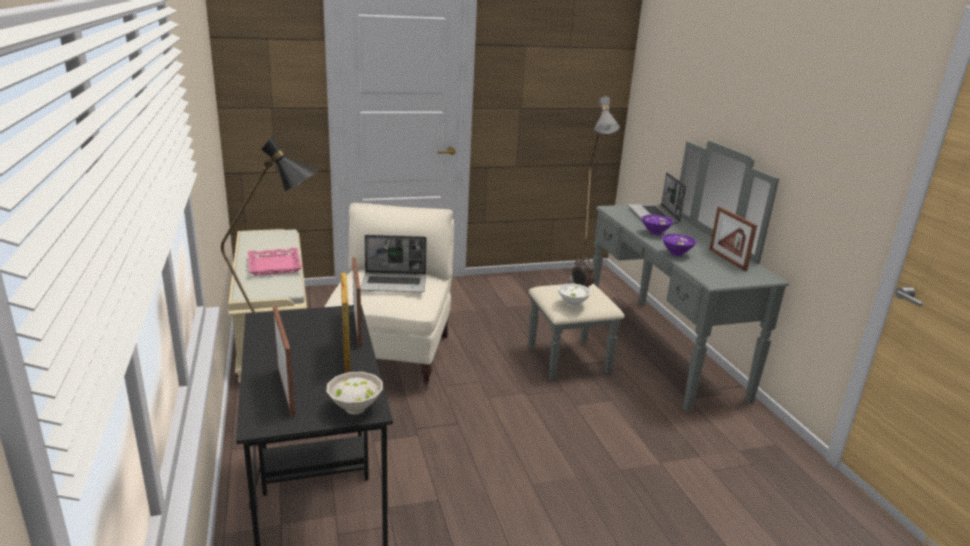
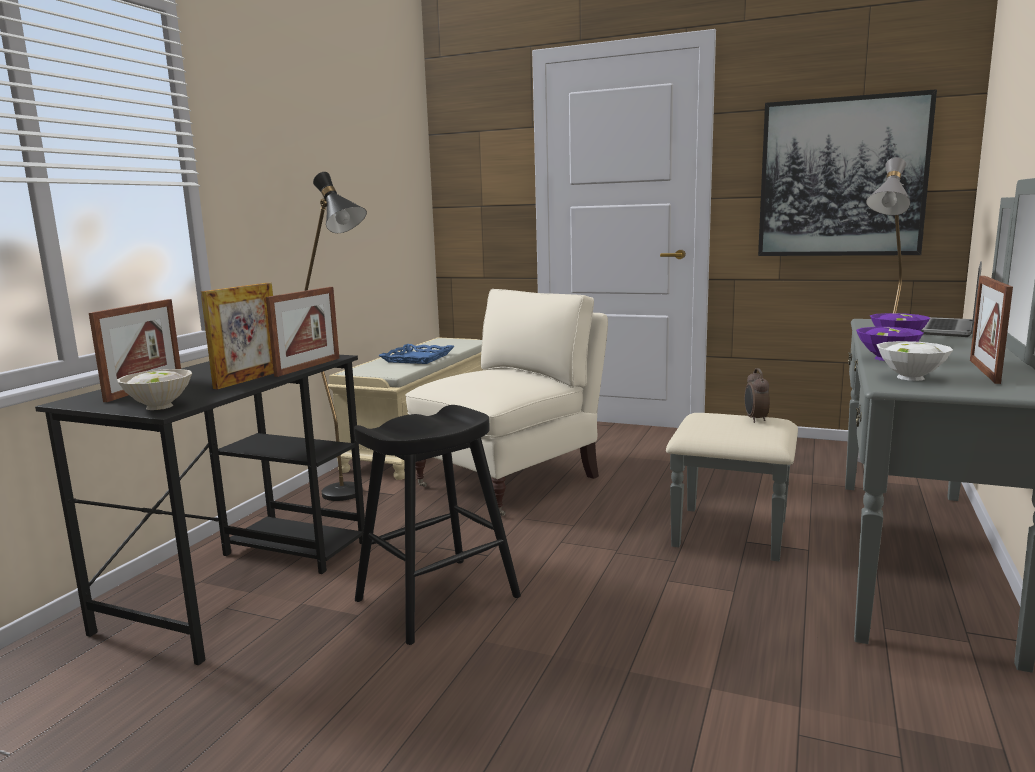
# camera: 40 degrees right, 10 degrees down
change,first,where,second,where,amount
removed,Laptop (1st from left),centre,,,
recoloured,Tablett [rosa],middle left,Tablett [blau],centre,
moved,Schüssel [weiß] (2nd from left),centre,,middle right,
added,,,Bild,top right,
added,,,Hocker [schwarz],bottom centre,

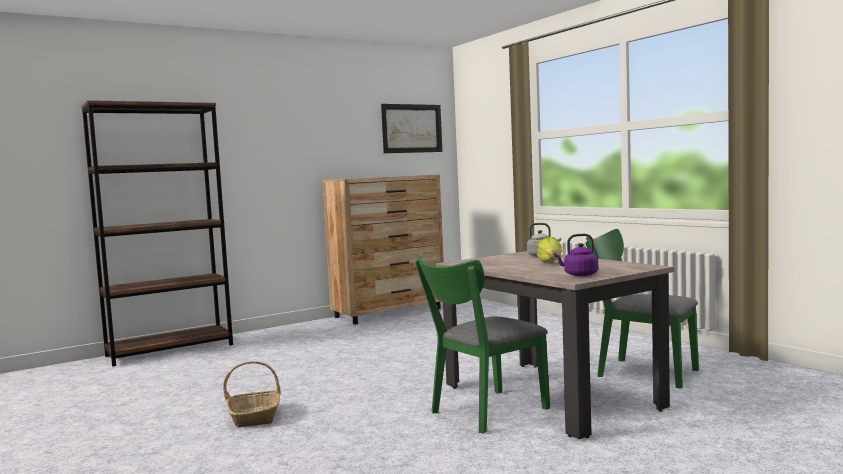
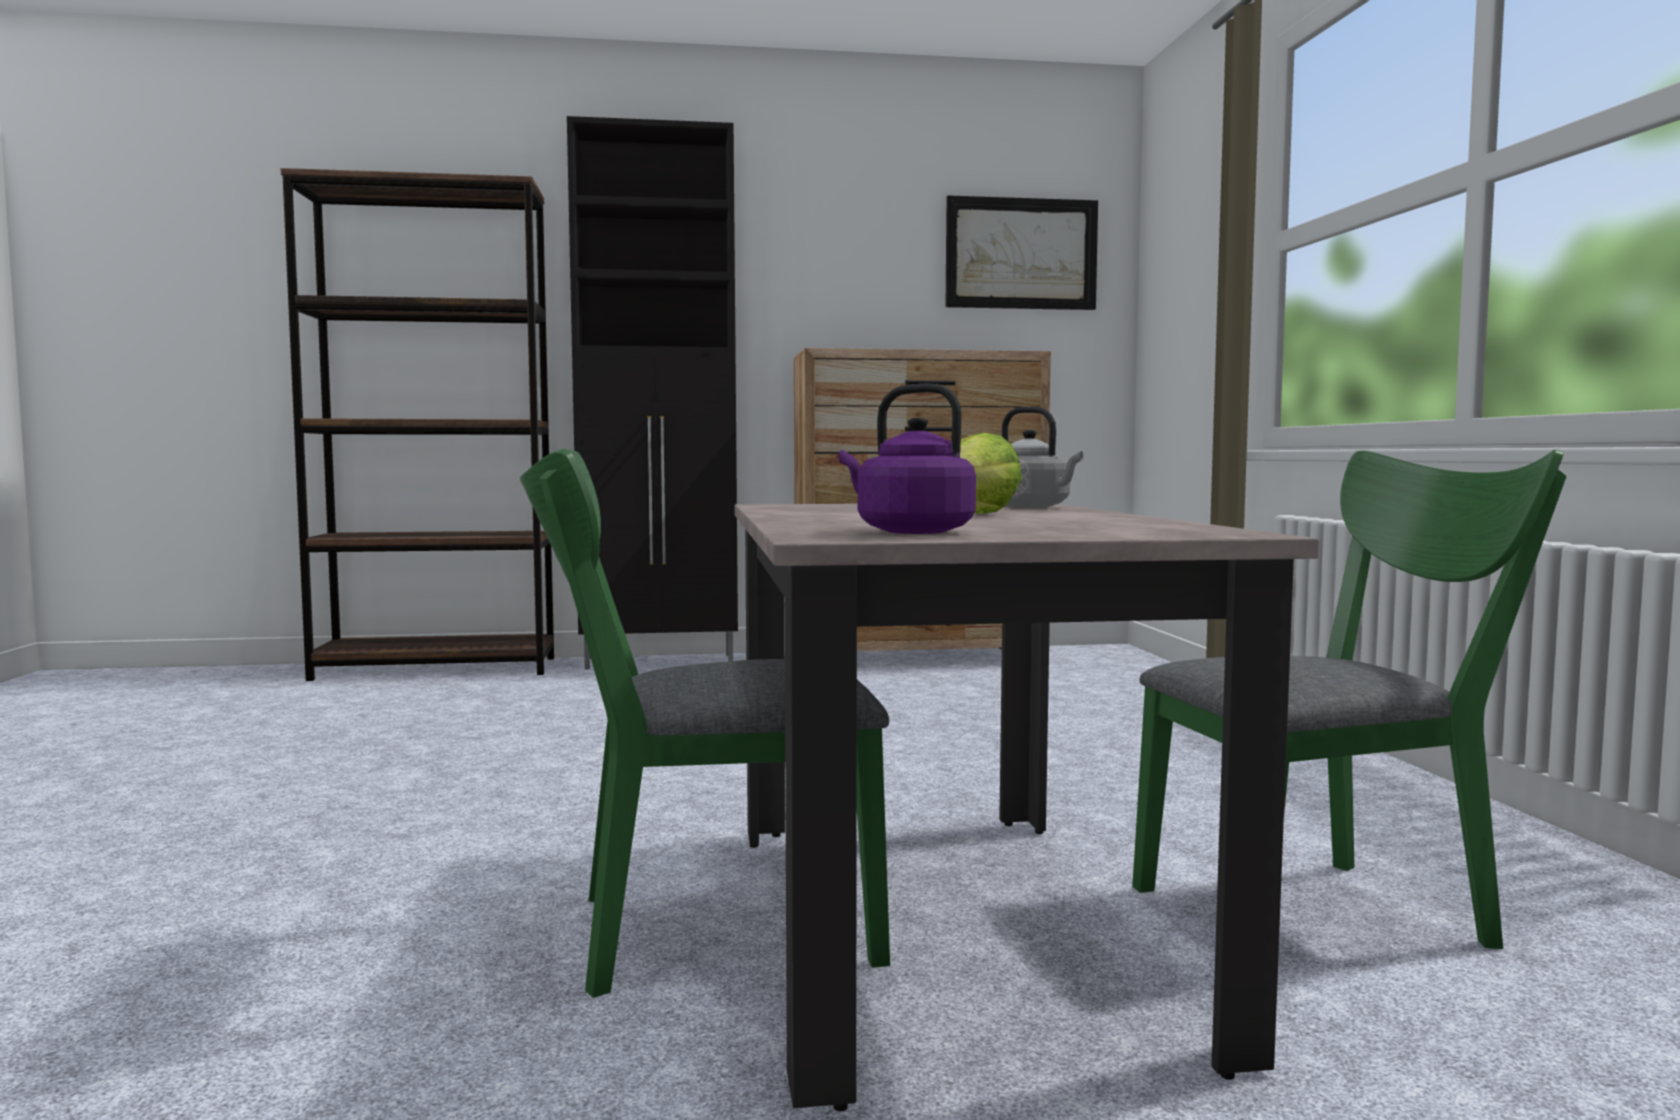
# camera: 25 degrees right, 0 degrees up
change,first,where,second,where,amount
turned,Stuhl [grün] (2nd from left),middle right,,middle right,105 degrees clockwise
removed,Korb,bottom left,,,
added,,,Schrank [schwarz],centre,

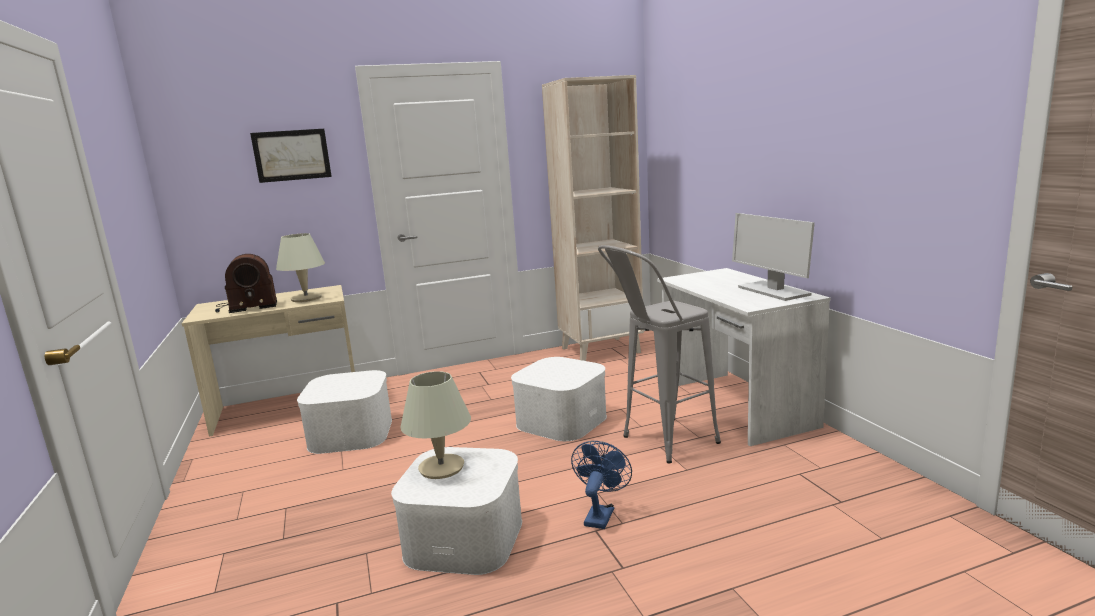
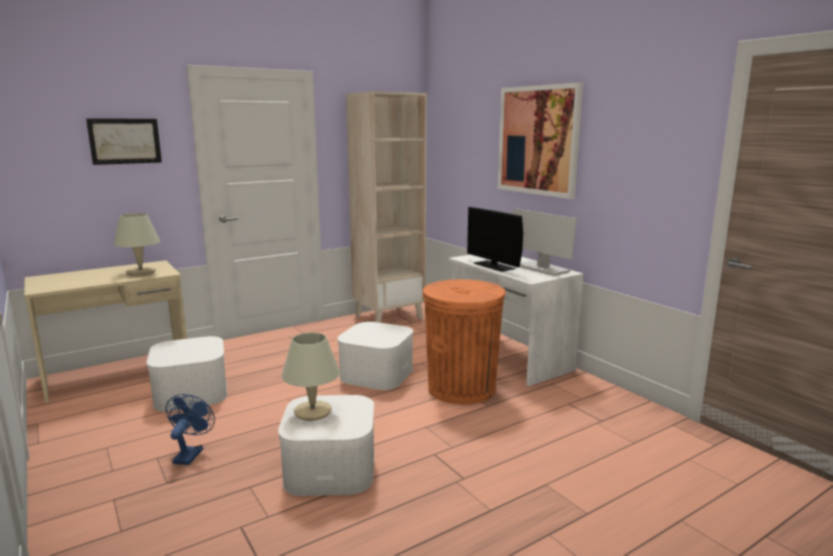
# camera: 15 degrees left, 0 degrees up
change,first,where,second,where,amount
replaced,Hocker [grau],centre,Mülleimer [orange],centre,
removed,Radio,middle left,,,
moved,Ventilator [blau],bottom centre,,bottom left,
added,,,Bild (2nd from left),top centre,
added,,,Monitor (1st from left),centre,

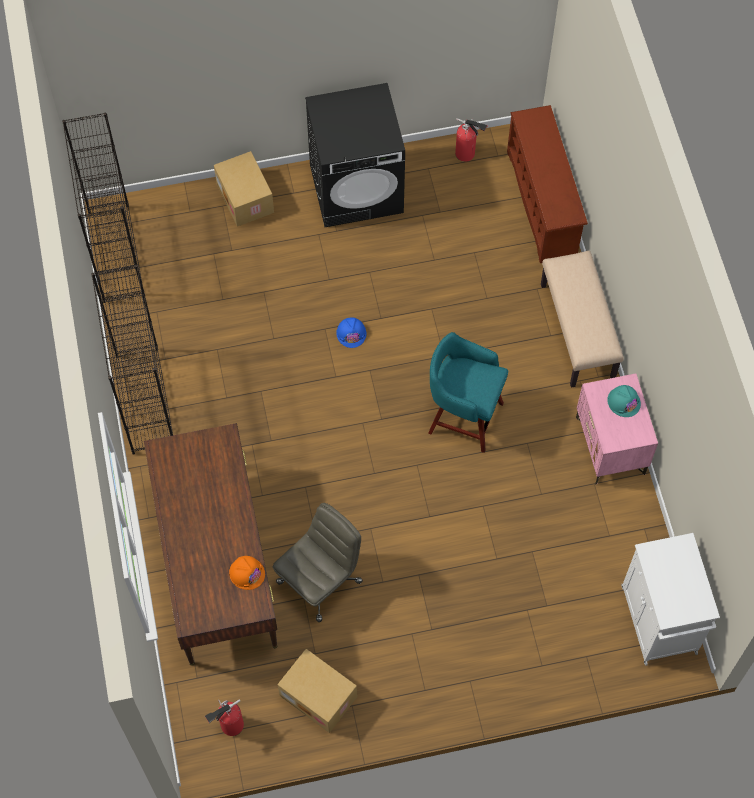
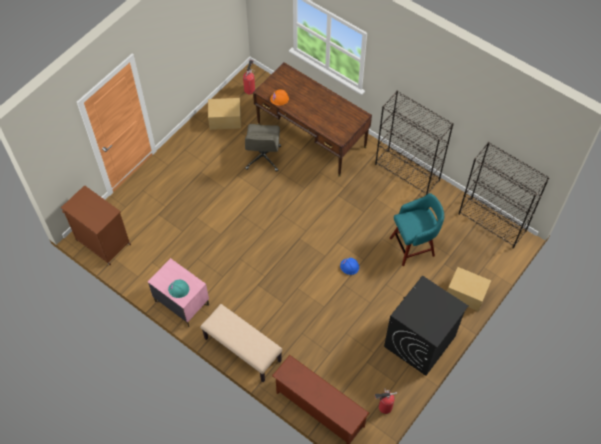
# camera: 140 degrees right, 5 degrees down
change,first,where,second,where,amount
moved,Hocker [türkis],centre,,middle right,
recoloured,Schrank [weiß],bottom right,Schrank [braun],middle left,

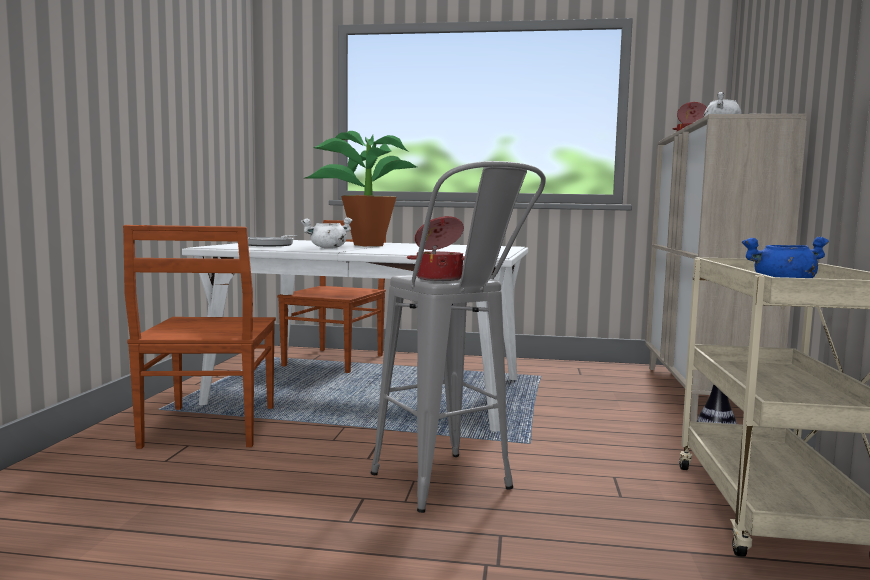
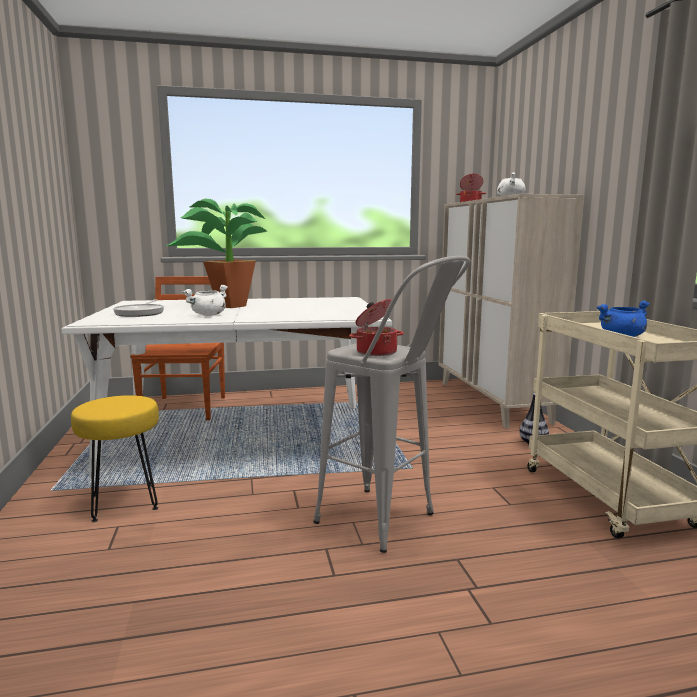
# camera: 20 degrees left, 5 degrees up
change,first,where,second,where,amount
replaced,Stuhl [braun] (1st from left),middle left,Hocker [gelb],middle left,

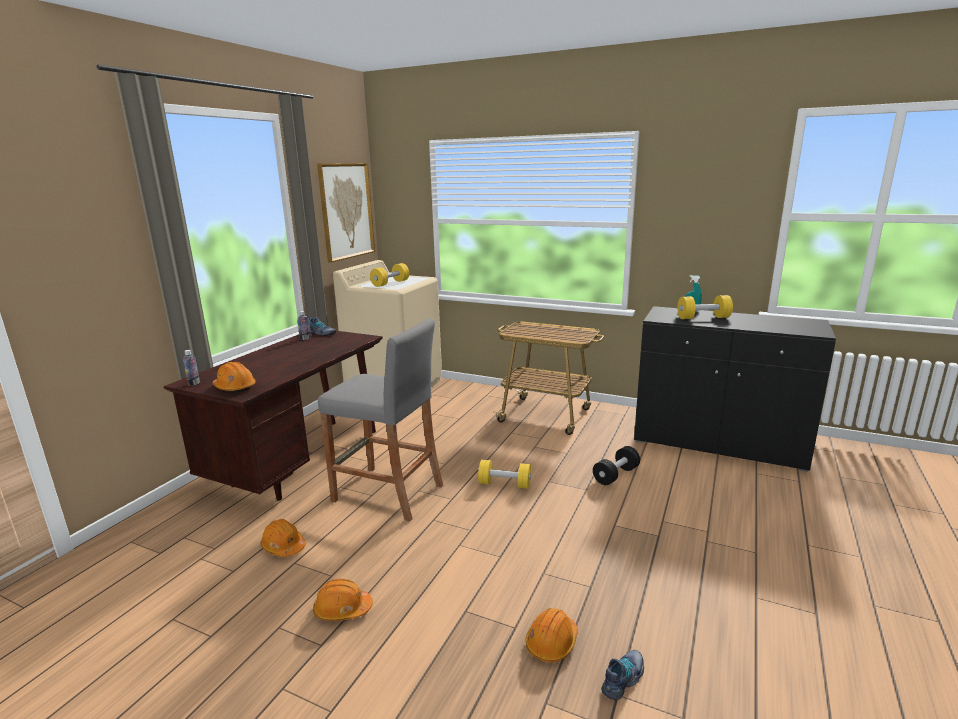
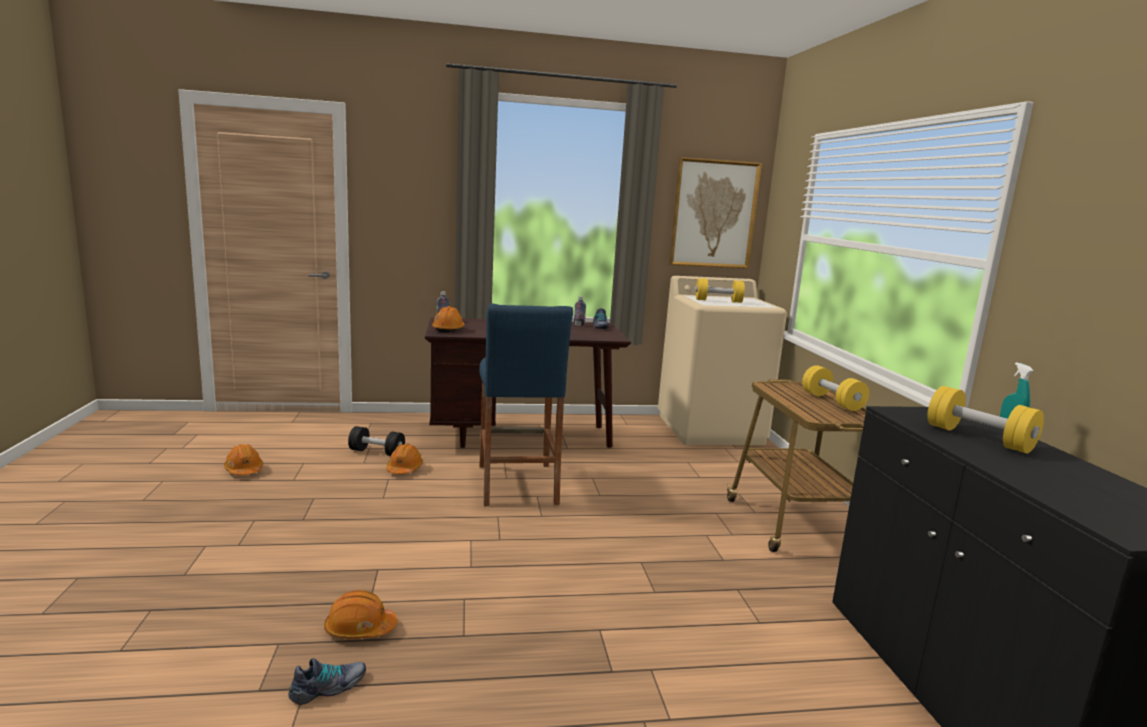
# camera: 55 degrees right, 5 degrees down
change,first,where,second,where,amount
recoloured,Hocker [grau],centre,Hocker [blau],centre,
moved,Hantel [schwarz],centre,,middle left,
moved,Hantel [gelb] (2nd from left),centre,,middle right,
moved,Schutzhelm [orange] (3rd from left in the first image),bottom centre,Schutzhelm [orange] (1st from left),middle left,
turned,Schuh (2nd from left in the first image),bottom centre,Schuh (1st from left),bottom left,45 degrees counterclockwise

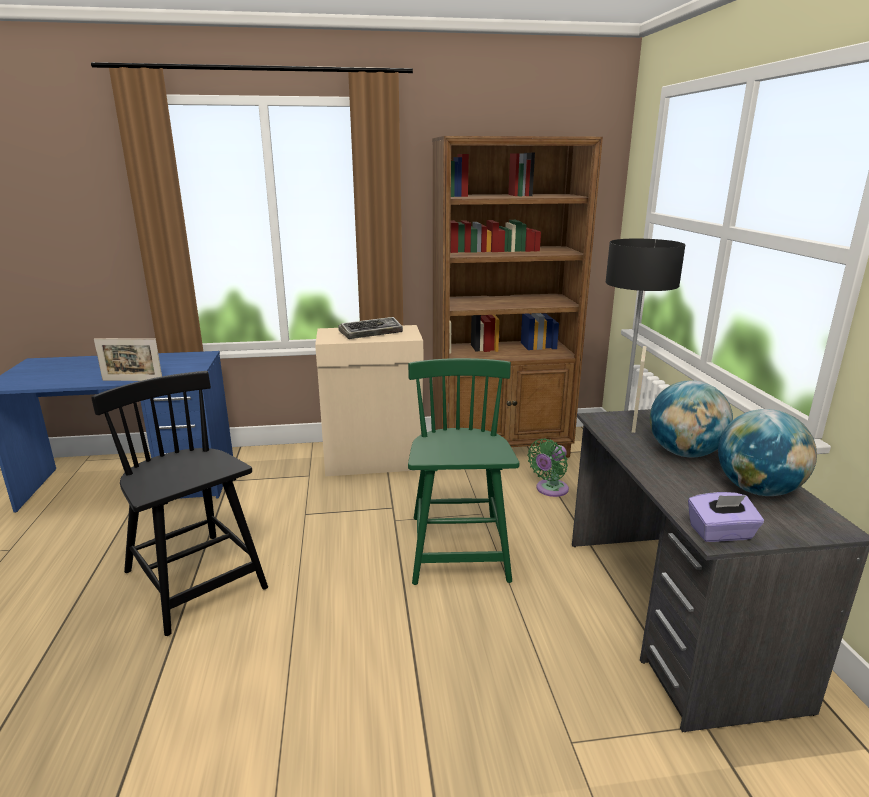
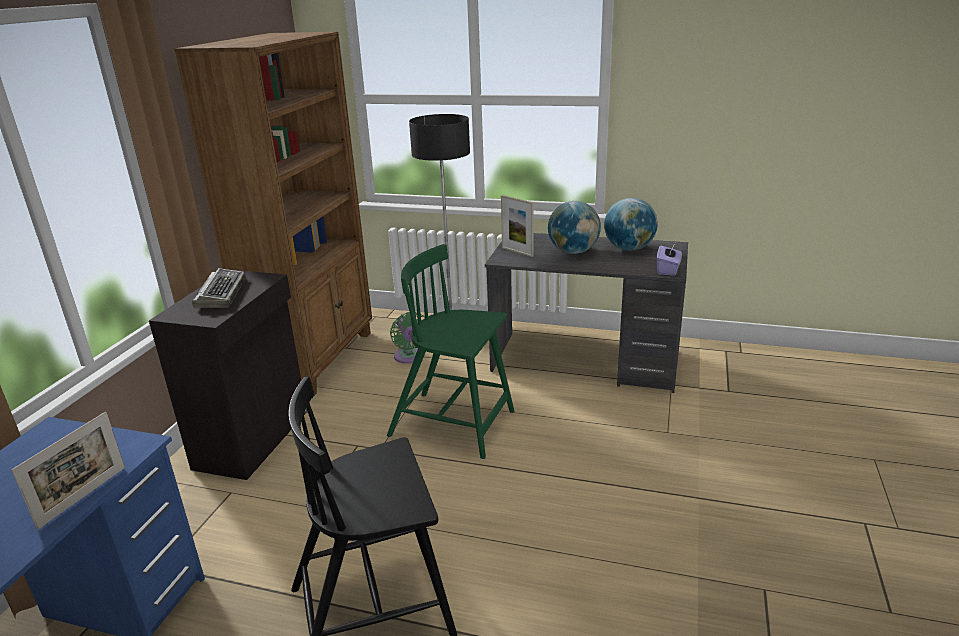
# camera: 65 degrees left, 5 degrees up
change,first,where,second,where,amount
recoloured,Schrank [beige],centre,Schrank [schwarz],middle left,

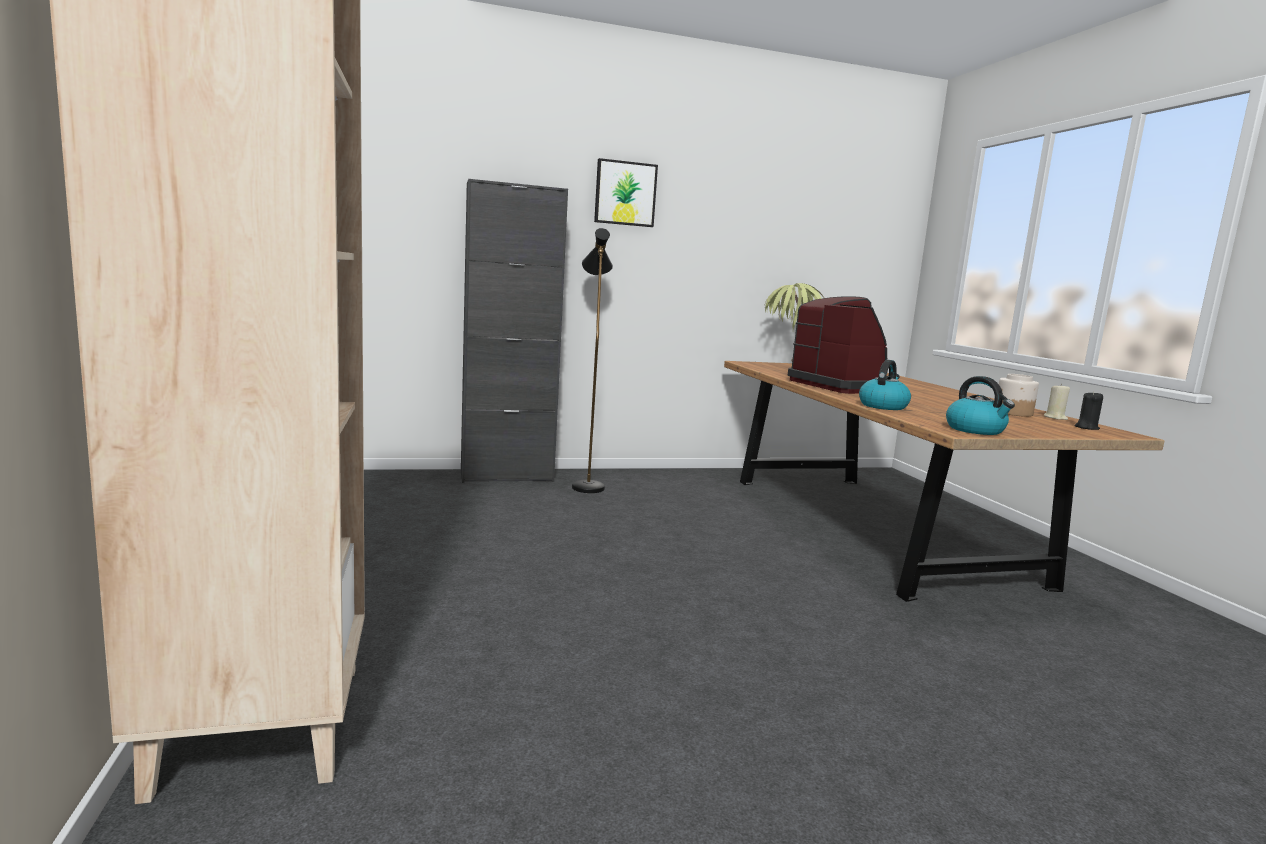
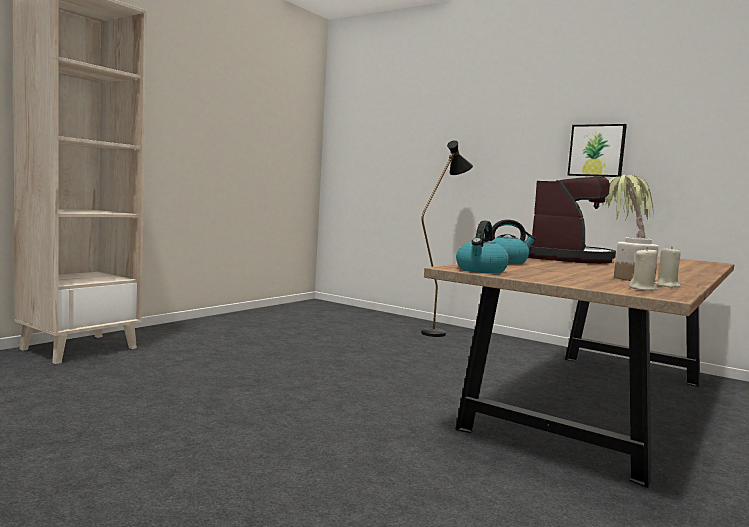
# camera: 50 degrees right, 5 degrees down
change,first,where,second,where,amount
moved,Bild,top centre,,top right,
removed,Schrank [schwarz],centre,,,
recoloured,Kerze [schwarz],middle right,Kerze [beige] (1st from left),middle right,

